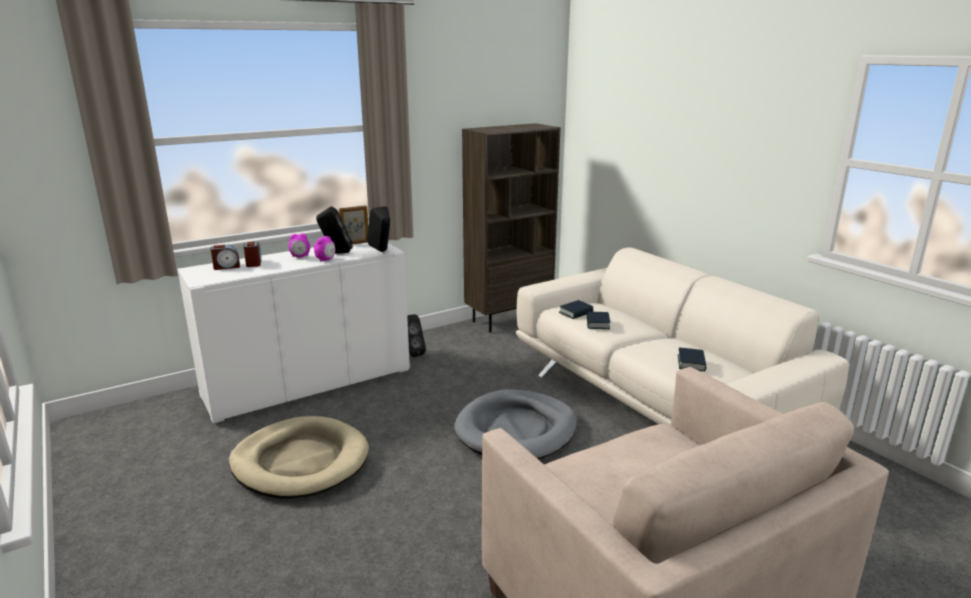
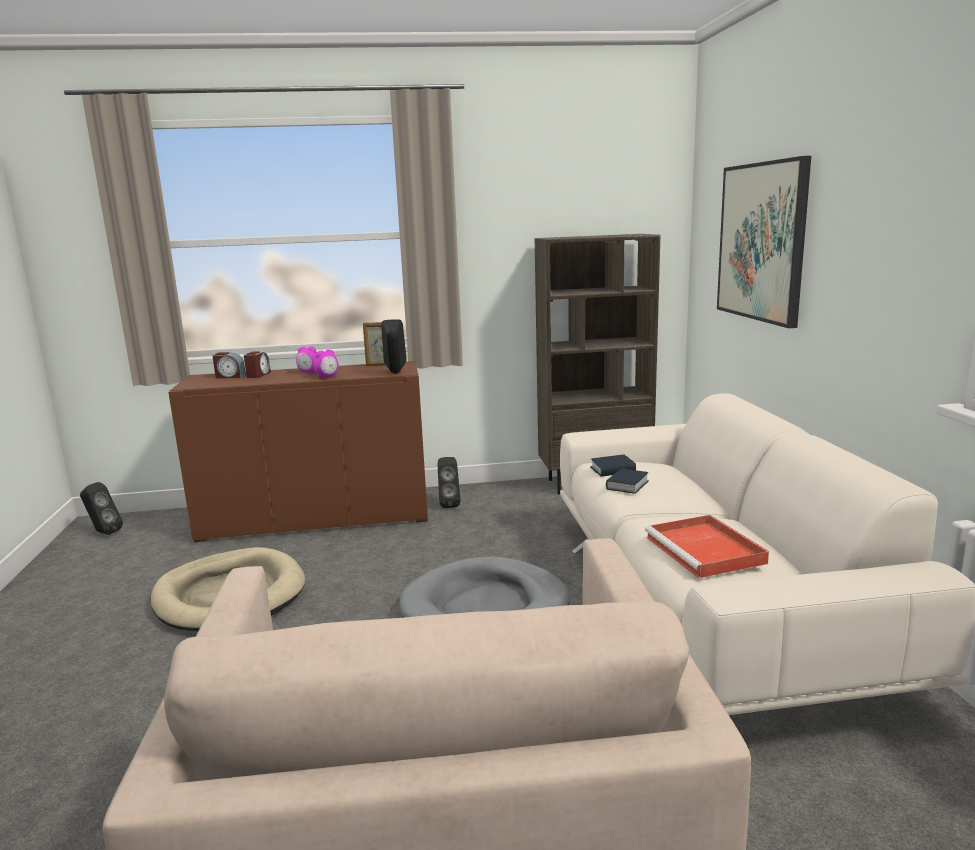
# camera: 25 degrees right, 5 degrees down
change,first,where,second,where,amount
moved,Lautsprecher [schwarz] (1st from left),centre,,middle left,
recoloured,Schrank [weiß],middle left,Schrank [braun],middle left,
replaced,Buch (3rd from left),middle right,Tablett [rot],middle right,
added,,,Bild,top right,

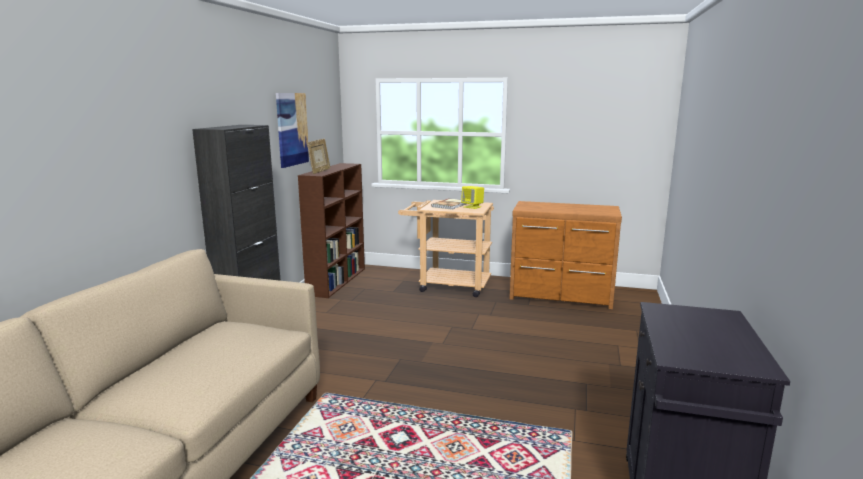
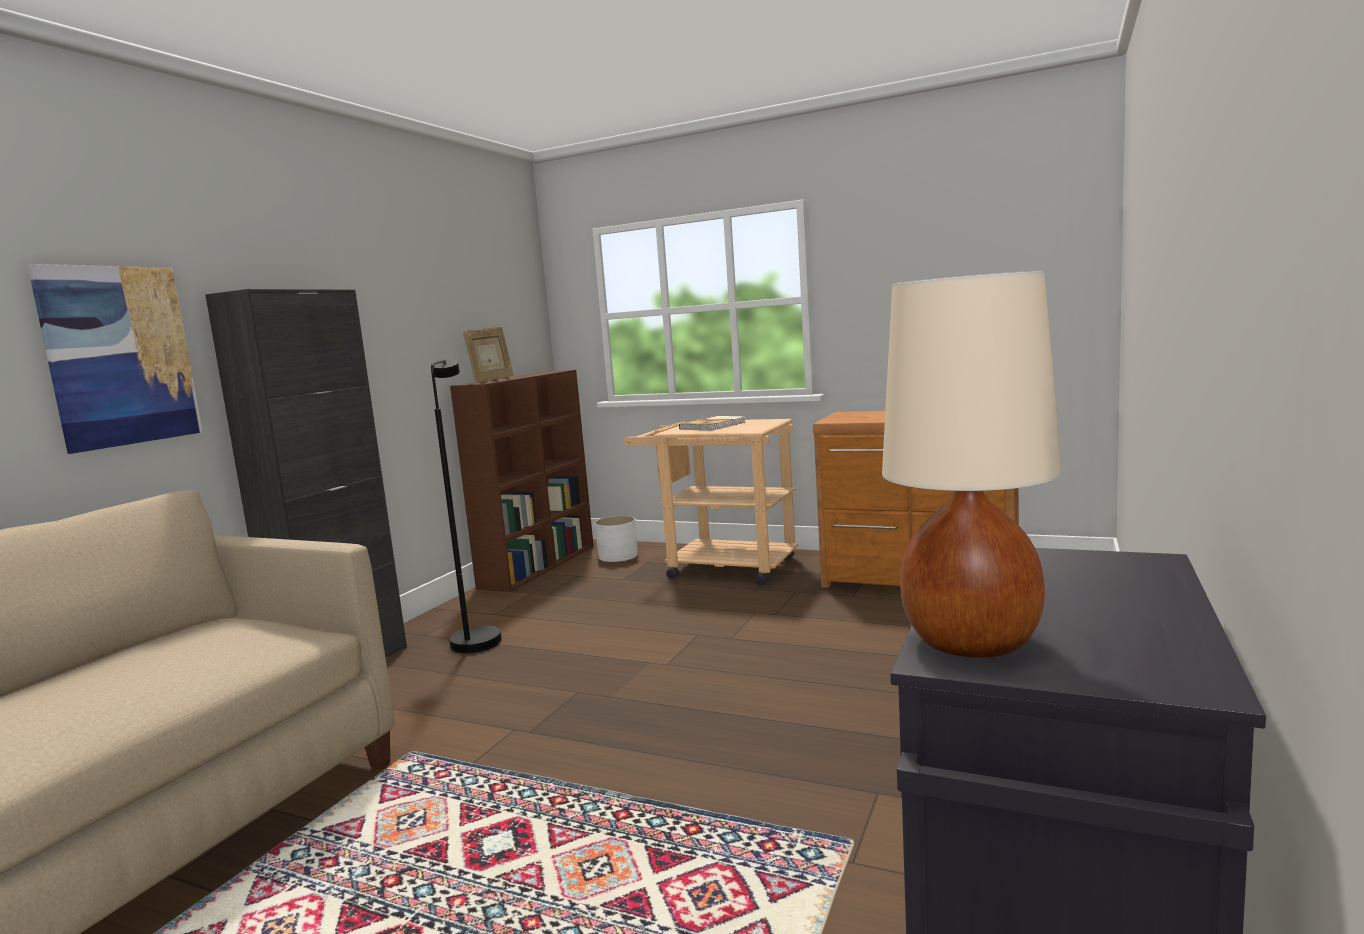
# camera: 10 degrees right, 5 degrees down
change,first,where,second,where,amount
moved,Bild,top centre,,middle left,
removed,Lautsprecher [gelb],centre,,,
added,,,Tischlampe [beige],middle right,
added,,,Stehlampe [schwarz],centre,
added,,,Pflanzkübel [weiß],centre,

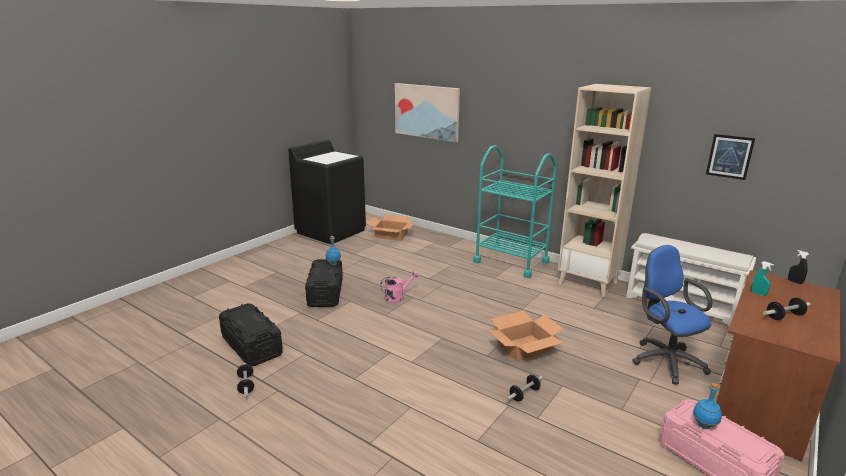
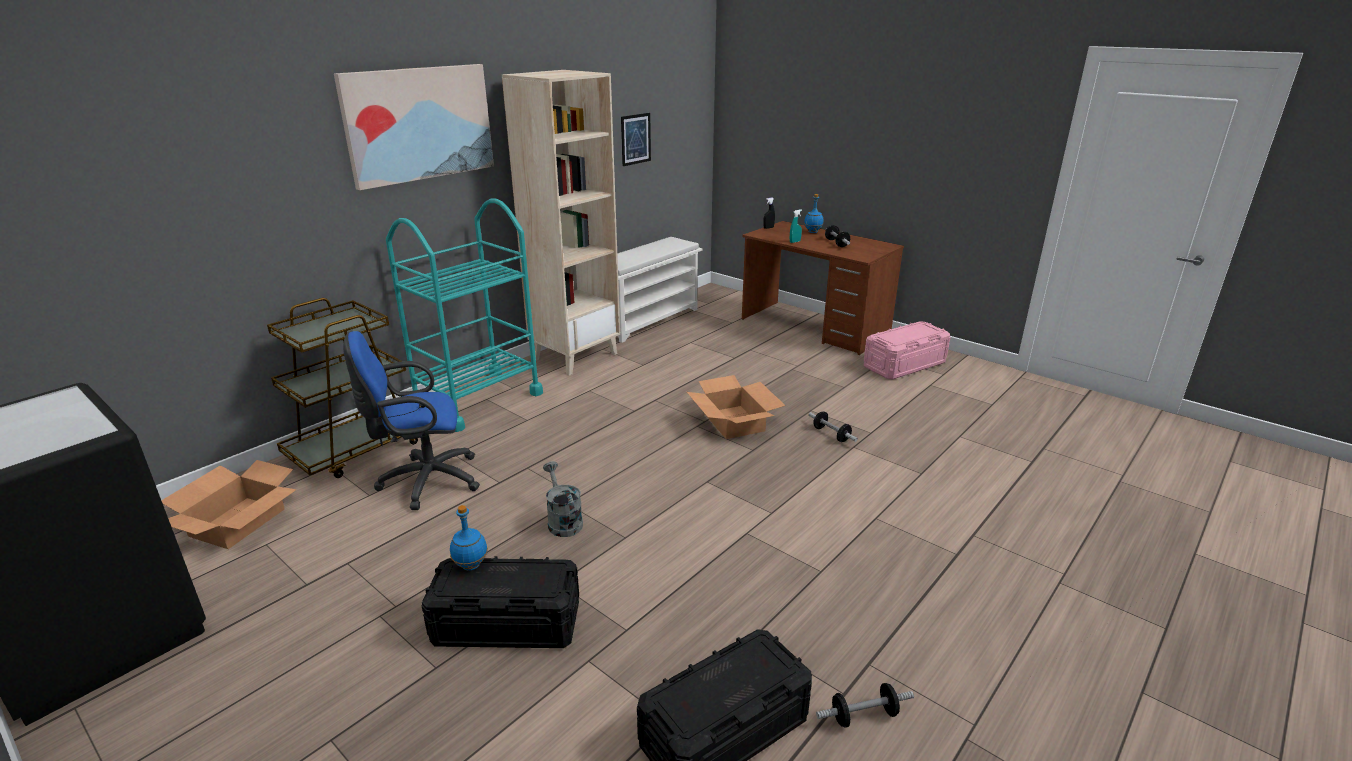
# camera: 85 degrees left, 5 degrees up
change,first,where,second,where,amount
moved,Bild (1st from left),top centre,,top left,
moved,Bürostuhl [blau],middle right,,middle left,
recoloured,Gießkanne [rosa],centre,Gießkanne [grau],centre,
moved,Flasche [blau] (2nd from left),bottom right,,top centre,
added,,,Rollwagen [braun],middle left,

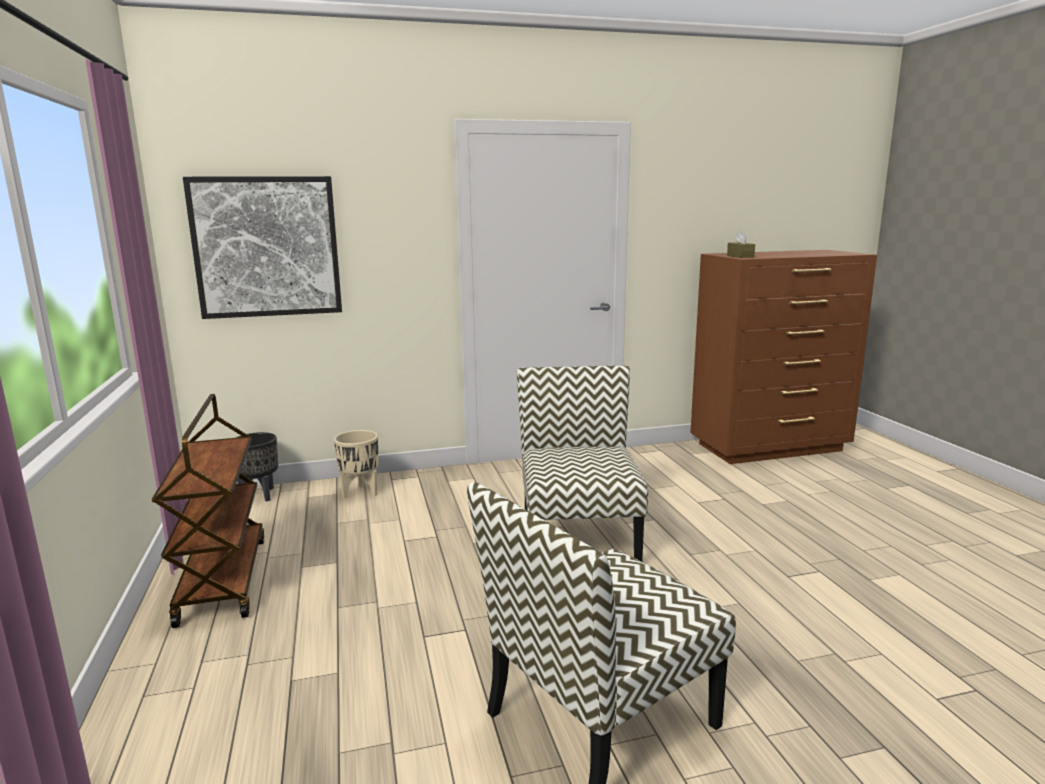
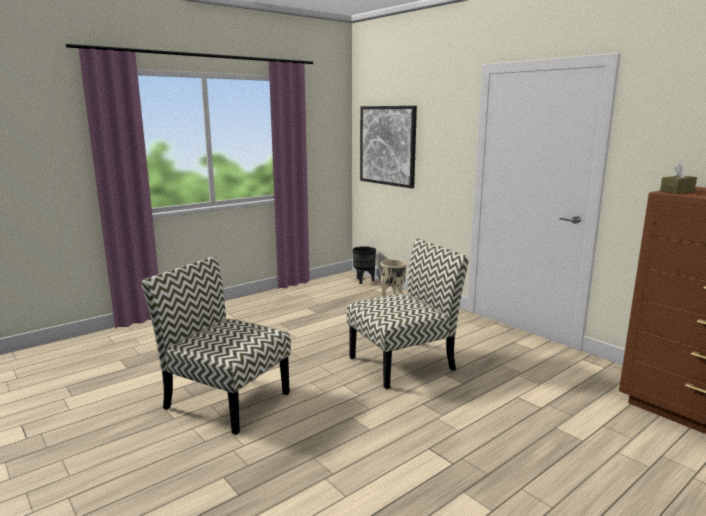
# camera: 65 degrees right, 0 degrees up
change,first,where,second,where,amount
removed,Rollwagen [braun],middle left,,,

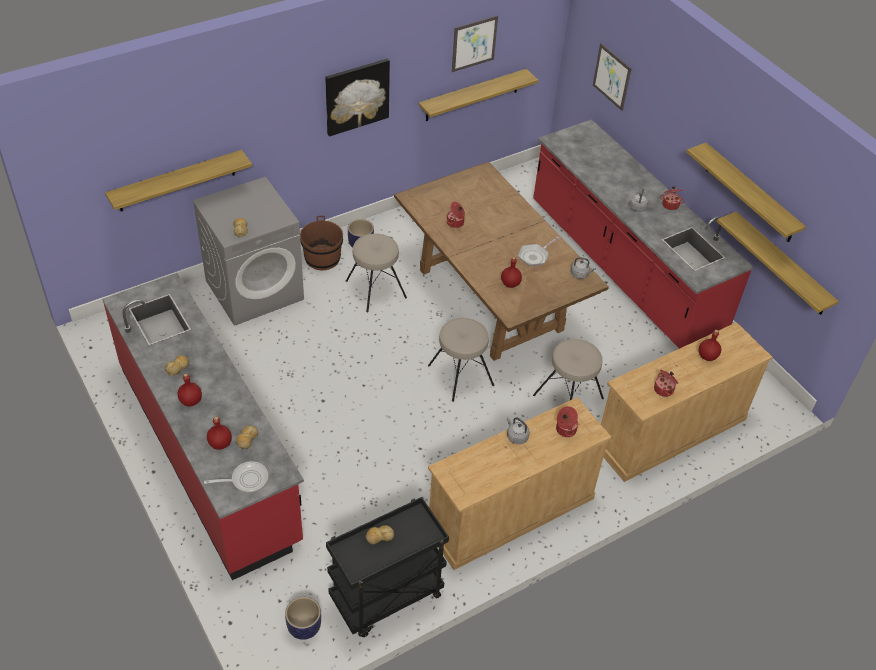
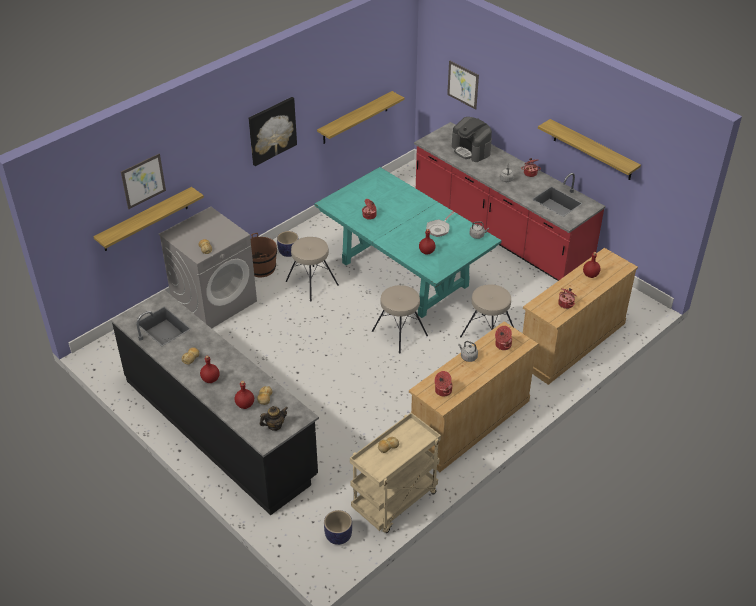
# camera: 10 degrees left, 5 degrees down
change,first,where,second,where,amount
moved,Bild (2nd from left in the first image),top centre,Bild (1st from left),top left,
recoloured,Esstisch [braun],centre,Esstisch [türkis],centre,
removed,Wandregal (4th from left),middle right,,,
recoloured,Küchenzeile [rot] (1st from left),middle left,Küchenzeile [schwarz],middle left,
replaced,Pfanne (1st from left),bottom left,Teekanne,bottom centre,
recoloured,Rollwagen [schwarz],bottom centre,Rollwagen [beige],bottom centre,
added,,,Kaffeemaschine,top centre,
added,,,Kochtopf (2nd from left),centre,

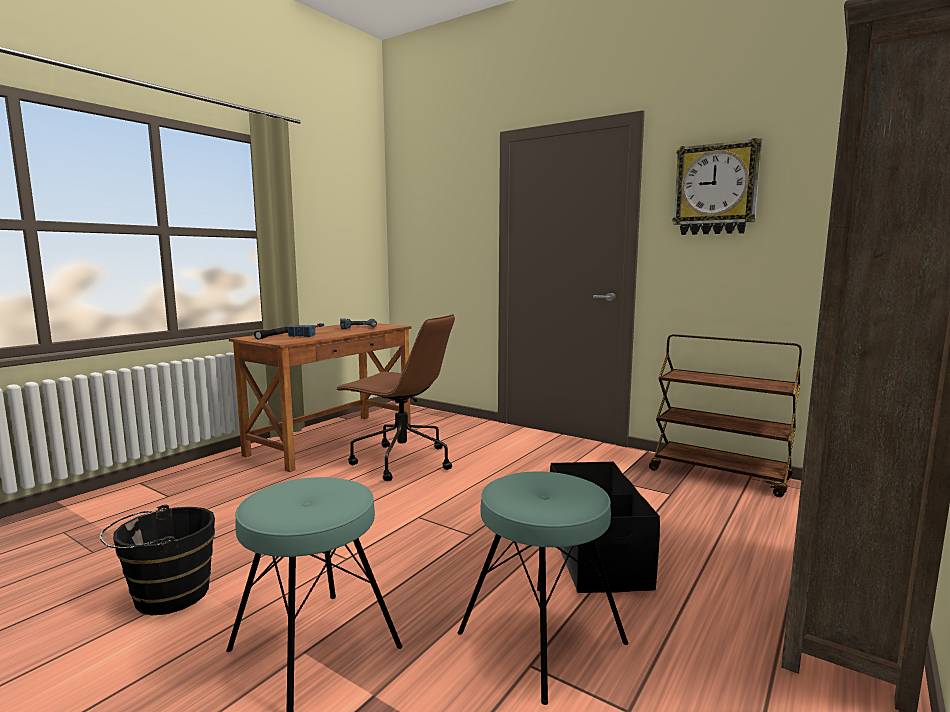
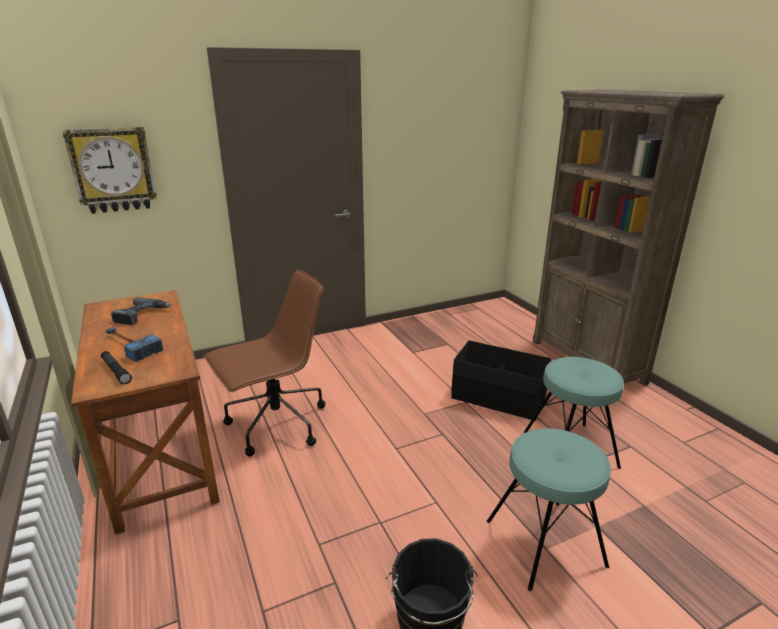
# camera: 60 degrees left, 15 degrees up
change,first,where,second,where,amount
moved,Wanduhr,top right,,top left,
removed,Rollwagen [braun],middle right,,,

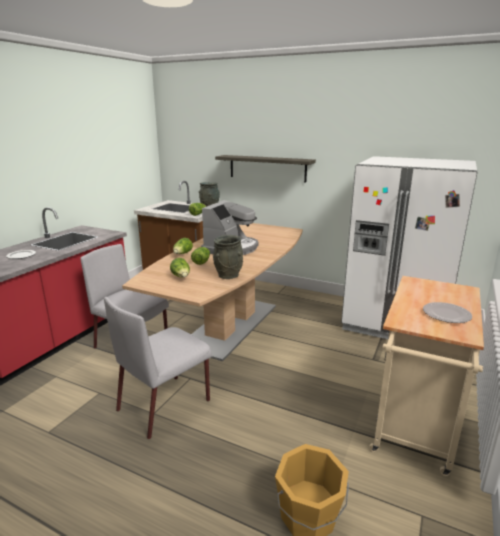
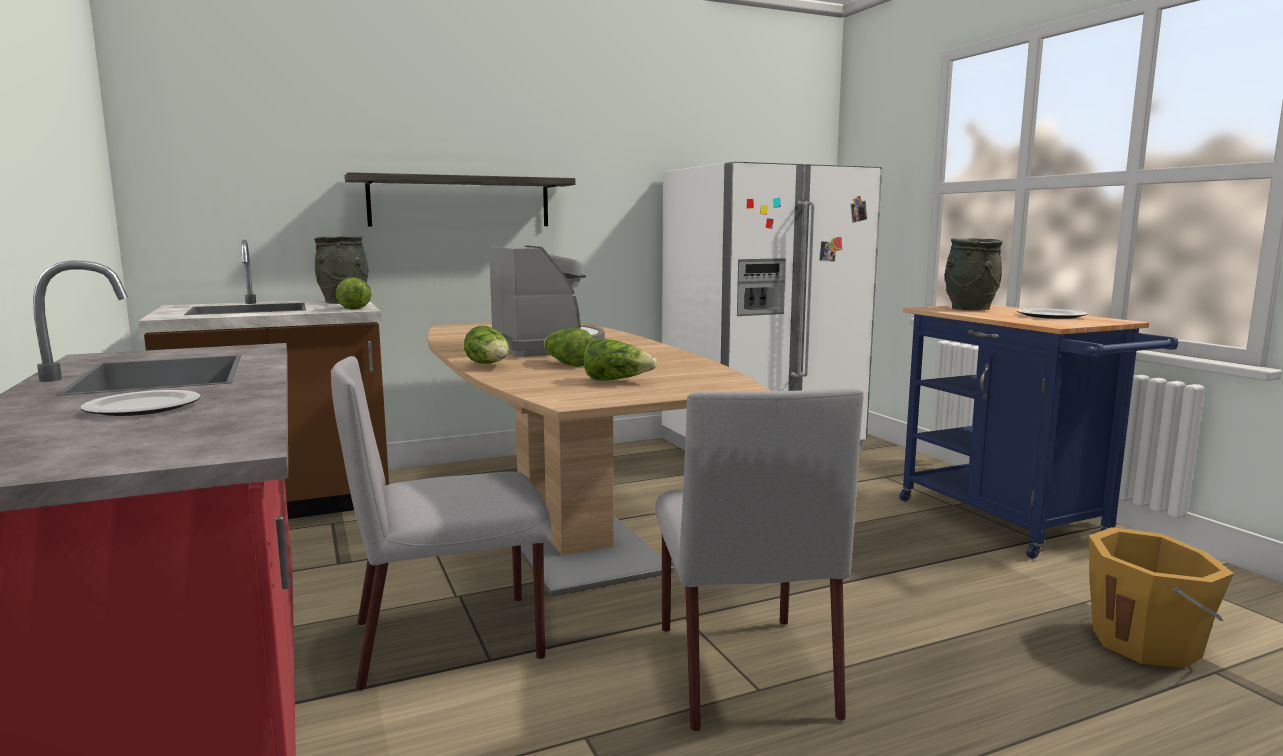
# camera: 50 degrees left, 10 degrees down
change,first,where,second,where,amount
moved,Vase [grau] (2nd from left),centre,,middle right,
recoloured,Rollwagen [beige],bottom right,Rollwagen [blau],middle right,

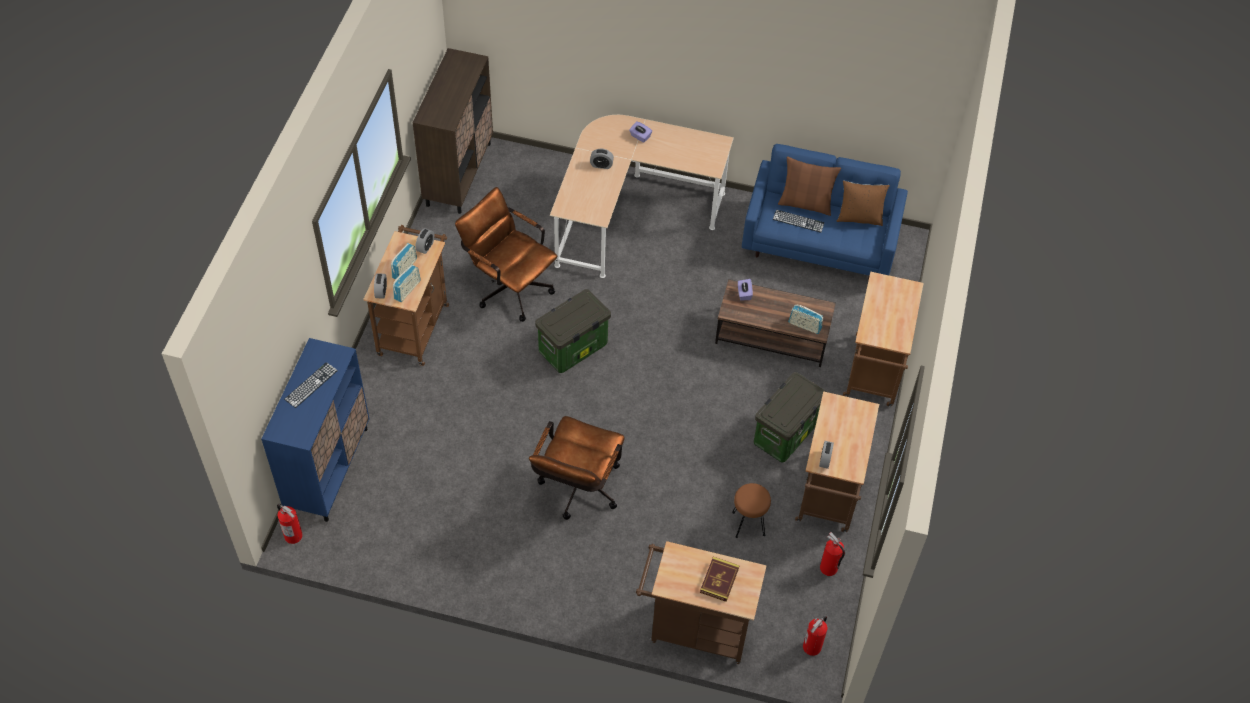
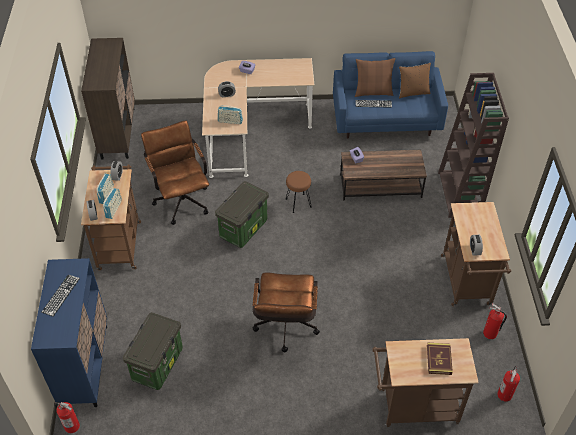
# camera: 15 degrees left, 5 degrees down
change,first,where,second,where,amount
turned,Bürostuhl [braun] (1st from left),centre,,middle left,45 degrees clockwise
replaced,Rollwagen [braun] (4th from left),middle right,Bücherregal [braun],middle right,
moved,Radio (3rd from left),centre,,top centre,
moved,Aufbewahrungsbox (2nd from left in the first image),centre,Aufbewahrungsbox (1st from left),bottom left,
moved,Hocker [braun],bottom centre,,centre,

